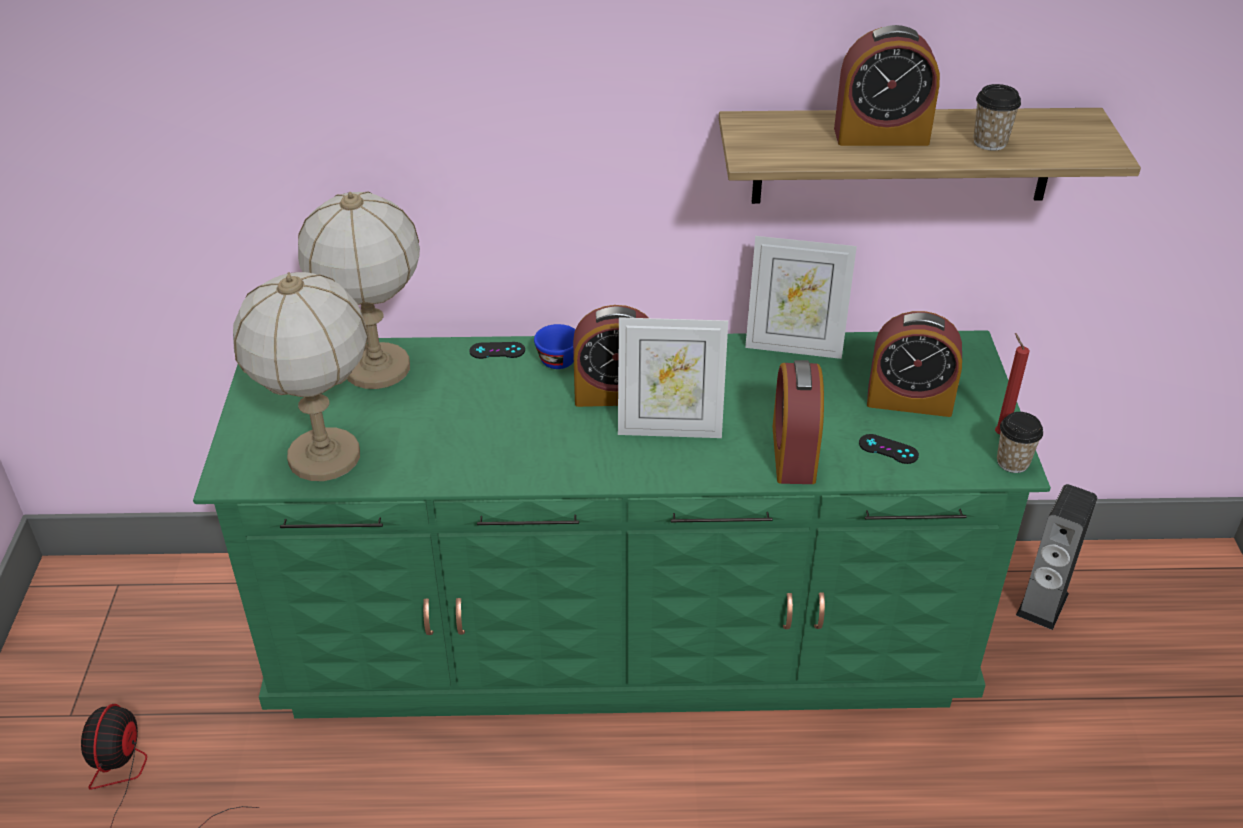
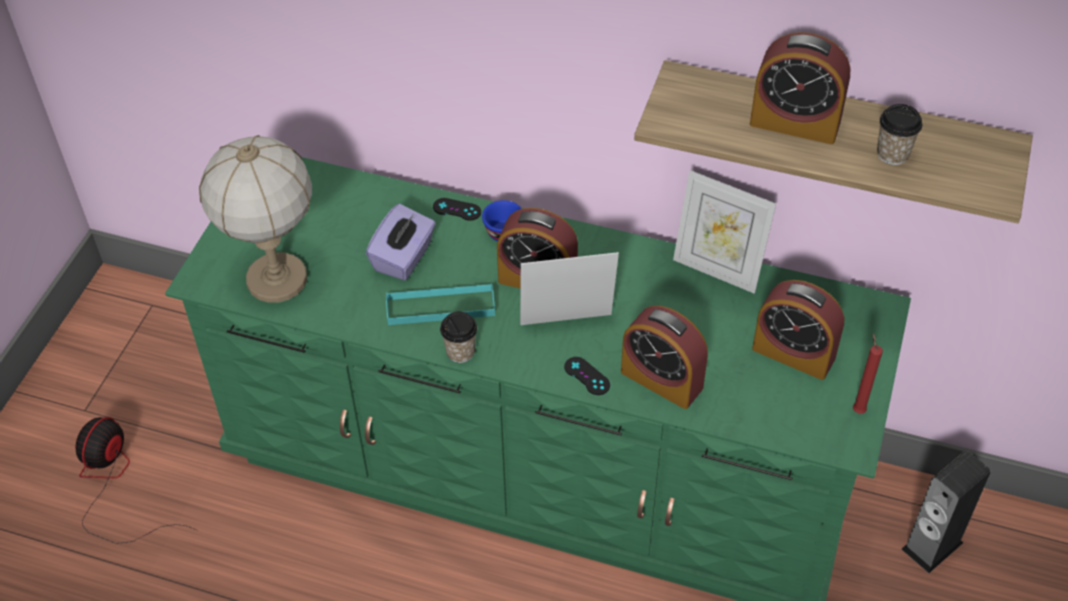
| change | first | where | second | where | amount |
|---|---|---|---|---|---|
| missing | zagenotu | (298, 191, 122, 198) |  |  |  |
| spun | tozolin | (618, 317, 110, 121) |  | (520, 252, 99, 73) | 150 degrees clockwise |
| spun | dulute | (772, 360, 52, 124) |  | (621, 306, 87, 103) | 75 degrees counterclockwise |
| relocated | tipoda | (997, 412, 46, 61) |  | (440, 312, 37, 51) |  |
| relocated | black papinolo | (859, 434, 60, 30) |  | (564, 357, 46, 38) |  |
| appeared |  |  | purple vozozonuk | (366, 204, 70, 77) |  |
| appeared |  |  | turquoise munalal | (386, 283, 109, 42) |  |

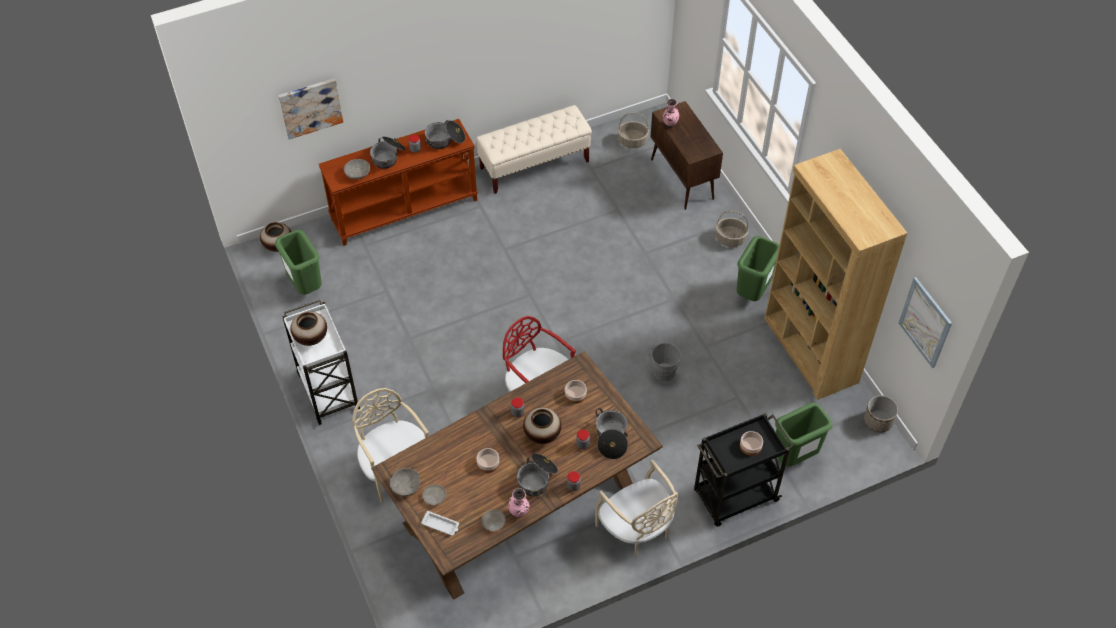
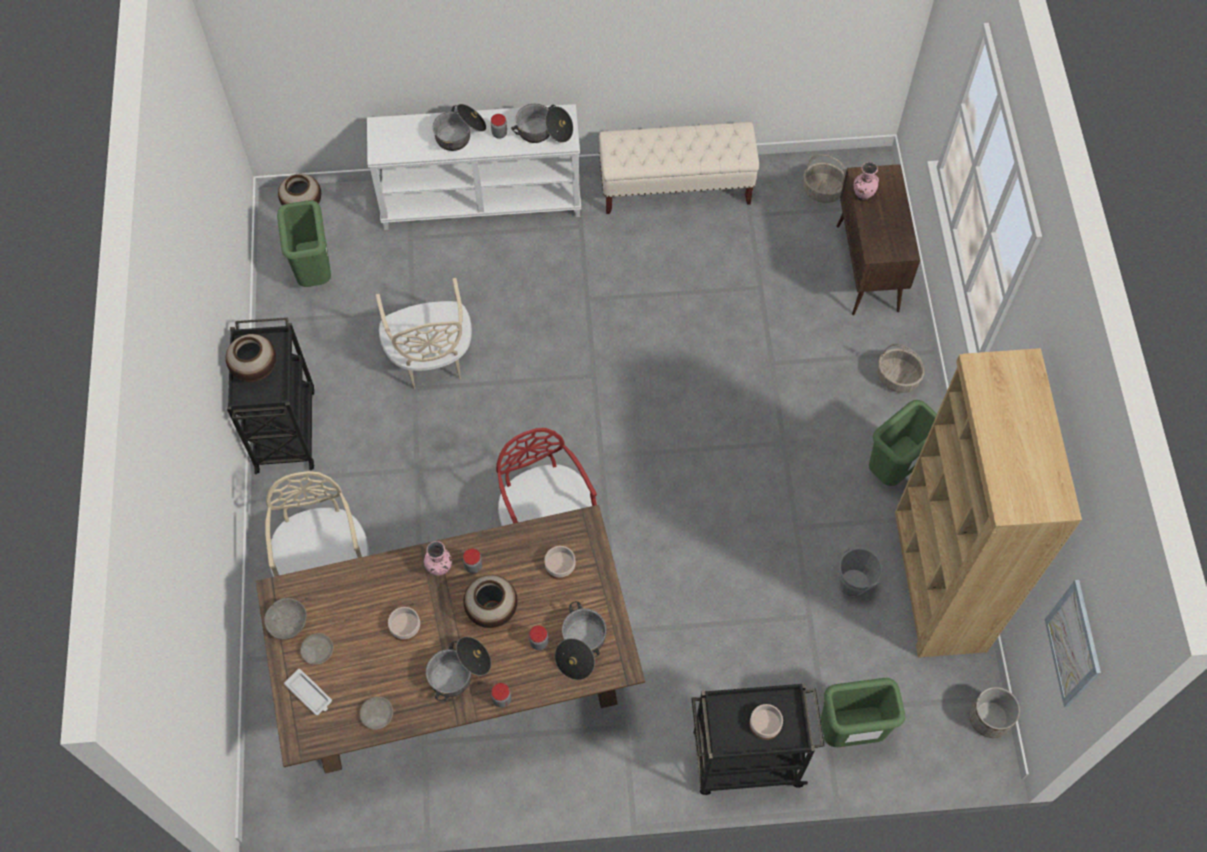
| change | first | where | second | where | amount |
|---|---|---|---|---|---|
| missing | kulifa | (278, 78, 65, 61) |  |  |  |
| colour | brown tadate | (319, 119, 159, 127) | white tadate | (367, 104, 214, 126) |  |
| missing | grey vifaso | (344, 159, 26, 20) |  |  |  |
| colour | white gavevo | (282, 300, 78, 125) | black gavevo | (227, 317, 88, 157) |  |
| relocated | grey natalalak | (647, 343, 34, 39) |  | (831, 548, 51, 51) |  |
| relocated | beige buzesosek | (595, 459, 83, 99) |  | (376, 278, 96, 111) |  |
| relocated | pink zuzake | (508, 488, 21, 30) |  | (424, 541, 28, 35) |  |

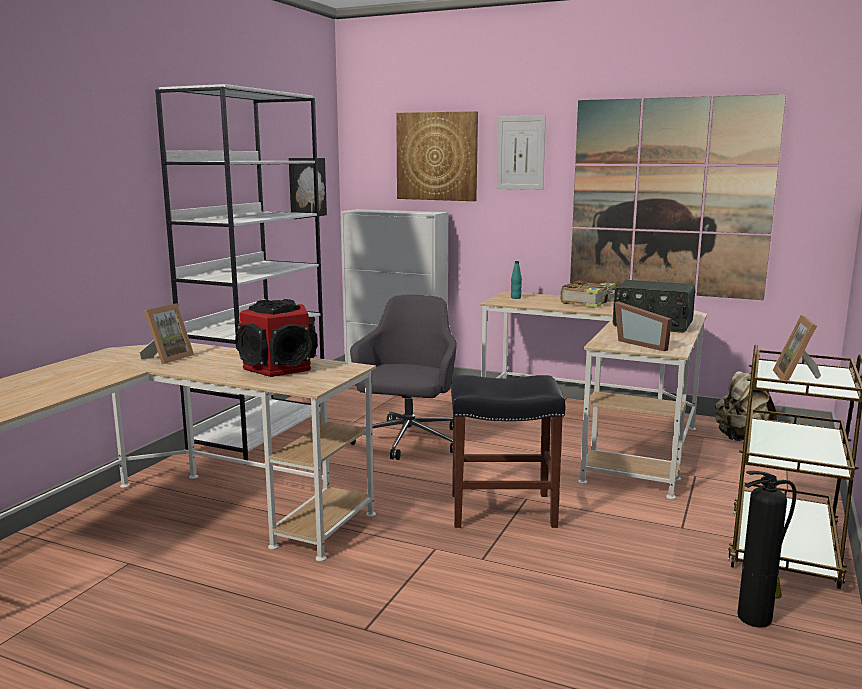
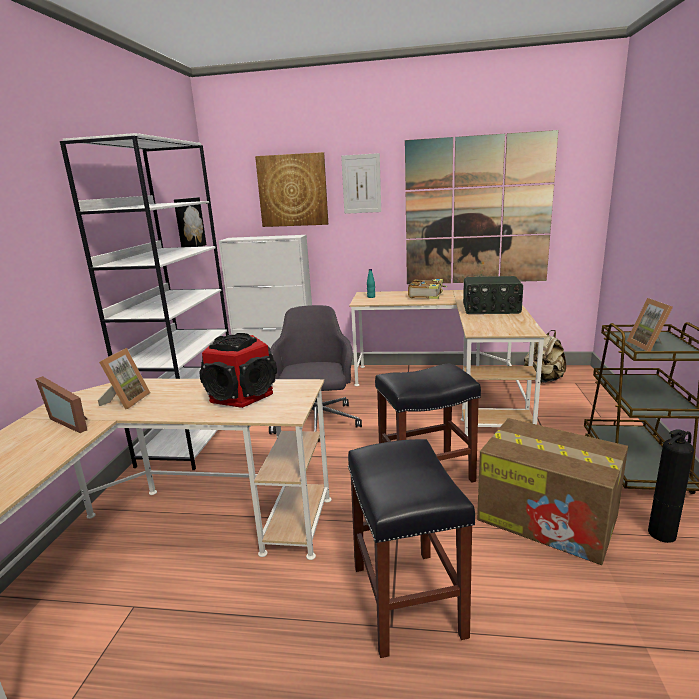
| change | first | where | second | where | amount |
|---|---|---|---|---|---|
| relocated | tozolin | (615, 302, 57, 49) |  | (35, 376, 52, 57) |  |
| appeared |  |  | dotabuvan | (477, 418, 151, 147) |  |
| appeared |  |  | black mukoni | (348, 439, 127, 219) |  |

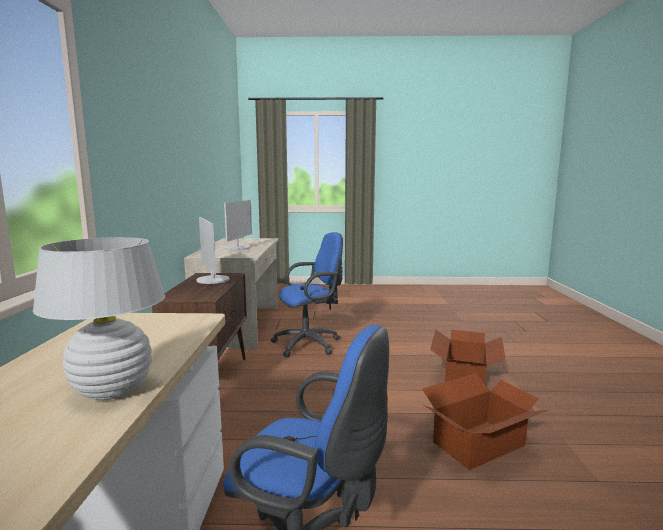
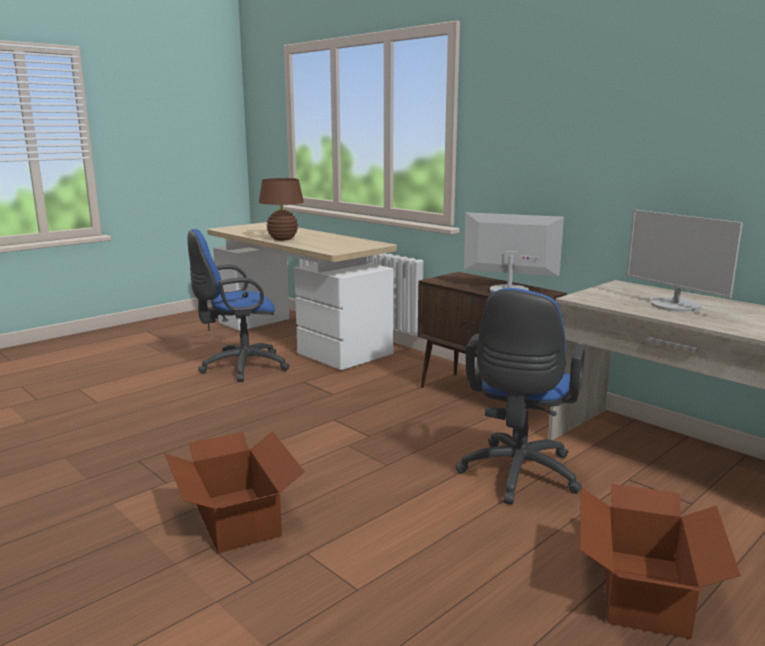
| change | first | where | second | where | amount |
|---|---|---|---|---|---|
| colour | white zagenotu | (33, 237, 132, 163) | brown zagenotu | (259, 178, 45, 63) |  |
| relocated | dotabuvan | (422, 373, 126, 97) |  | (580, 484, 161, 155) |  |

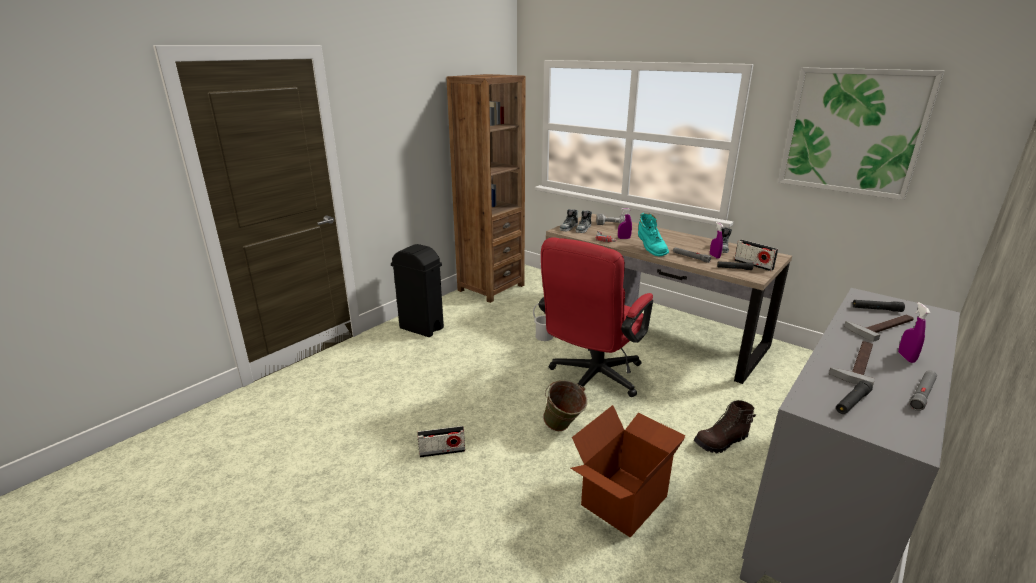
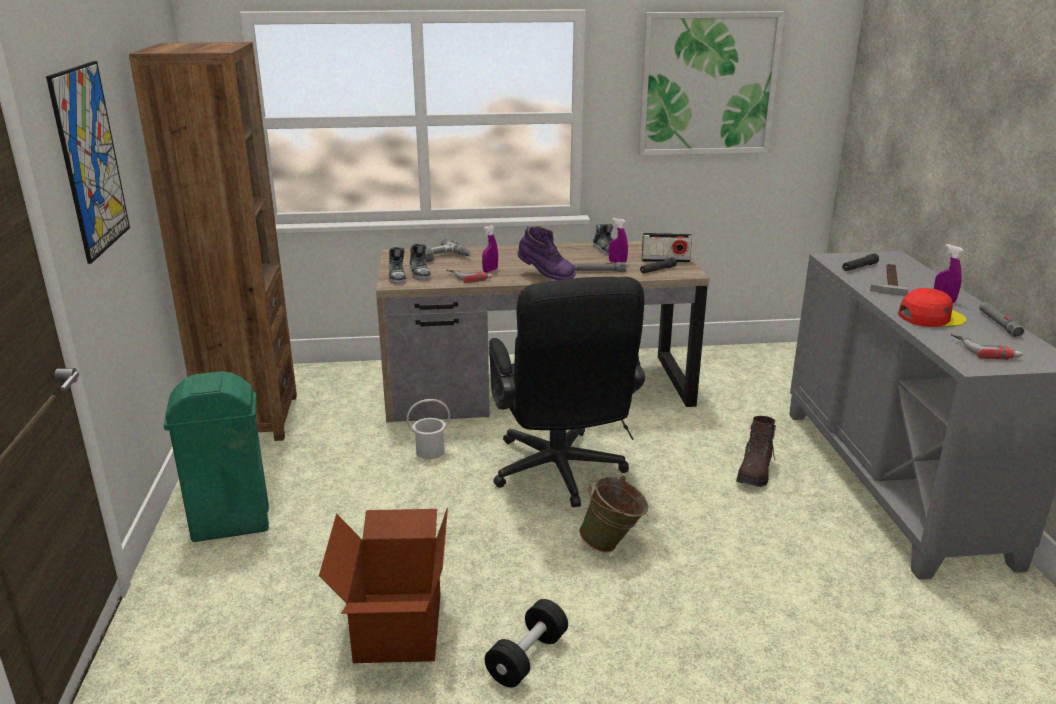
| change | first | where | second | where | amount |
|---|---|---|---|---|---|
| colour | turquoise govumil | (638, 213, 31, 44) | purple govumil | (517, 226, 59, 54) |  |
| colour | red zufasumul | (539, 237, 114, 160) | black zufasumul | (489, 277, 156, 230) |  |
| colour | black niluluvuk | (391, 244, 53, 93) | green niluluvuk | (164, 371, 105, 171) |  |
| exchanged | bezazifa | (829, 341, 46, 45) | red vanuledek | (898, 288, 68, 39) |  |
| exchanged | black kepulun | (836, 380, 37, 34) | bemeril | (951, 334, 72, 25) |  |
| relocated | dotabuvan | (571, 405, 114, 133) |  | (319, 507, 129, 156) |  |
| exchanged | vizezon | (417, 426, 48, 32) | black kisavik | (485, 599, 83, 89) |  |
| appeared |  |  | kulifa | (46, 61, 84, 203) |  |

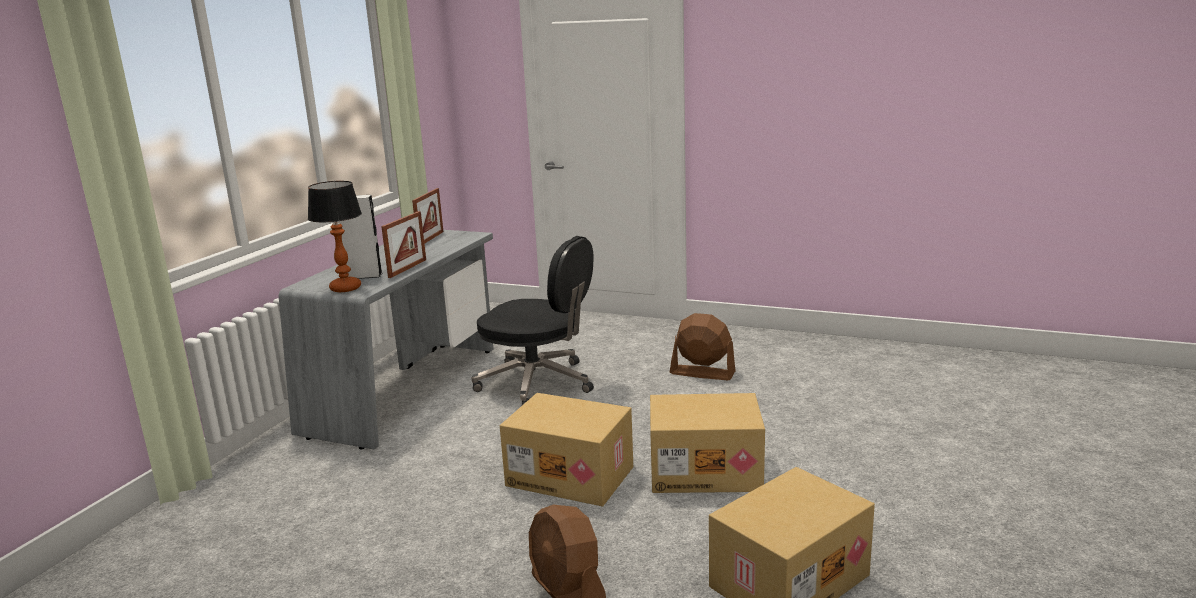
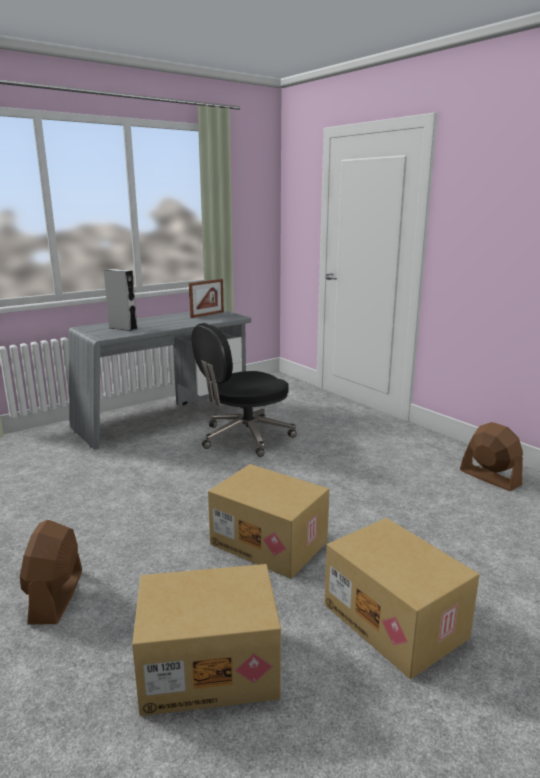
| change | first | where | second | where | amount |
|---|---|---|---|---|---|
| missing | zagenotu | (308, 181, 54, 111) |  |  |  |
| missing | tozolin | (381, 211, 45, 67) |  |  |  |
| spun | black zufasumul | (472, 236, 122, 169) |  | (192, 323, 104, 134) | 90 degrees clockwise |
| relocated | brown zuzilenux | (670, 313, 66, 67) |  | (460, 422, 63, 69) |  |
| relocated | dotabuvan | (500, 393, 133, 114) |  | (324, 518, 156, 161) |  |

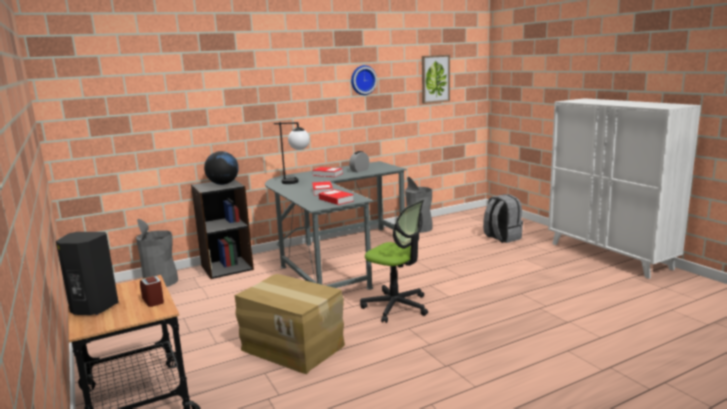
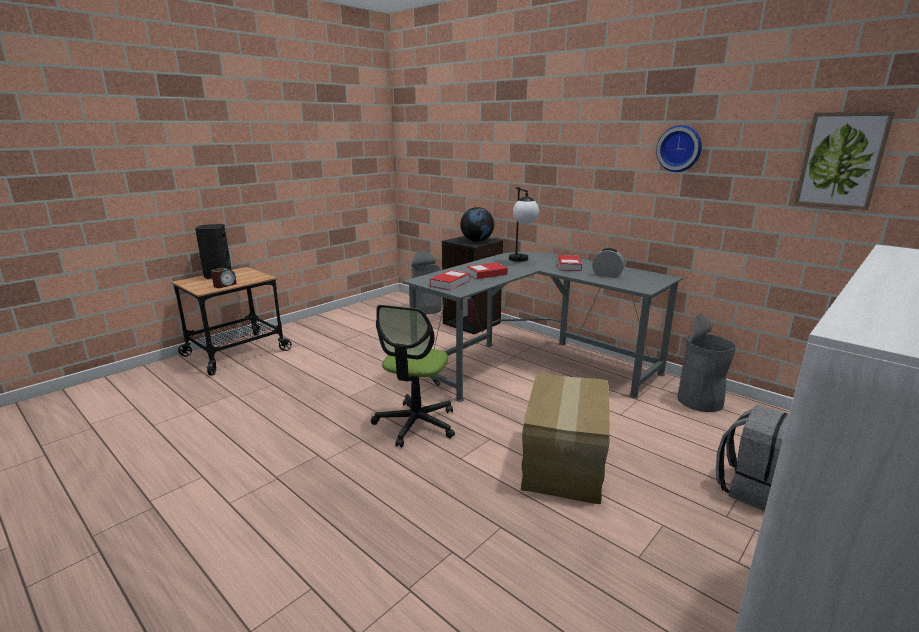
| change | first | where | second | where | amount |
|---|---|---|---|---|---|
| relocated | dotabuvan | (235, 274, 110, 100) |  | (521, 373, 89, 131) |  |

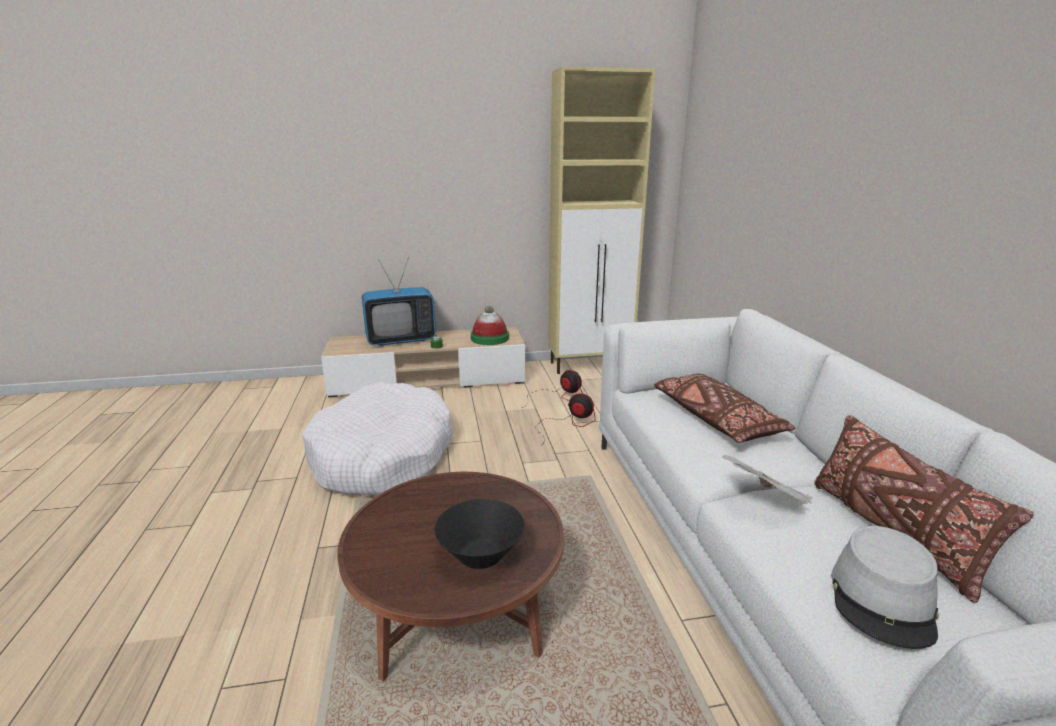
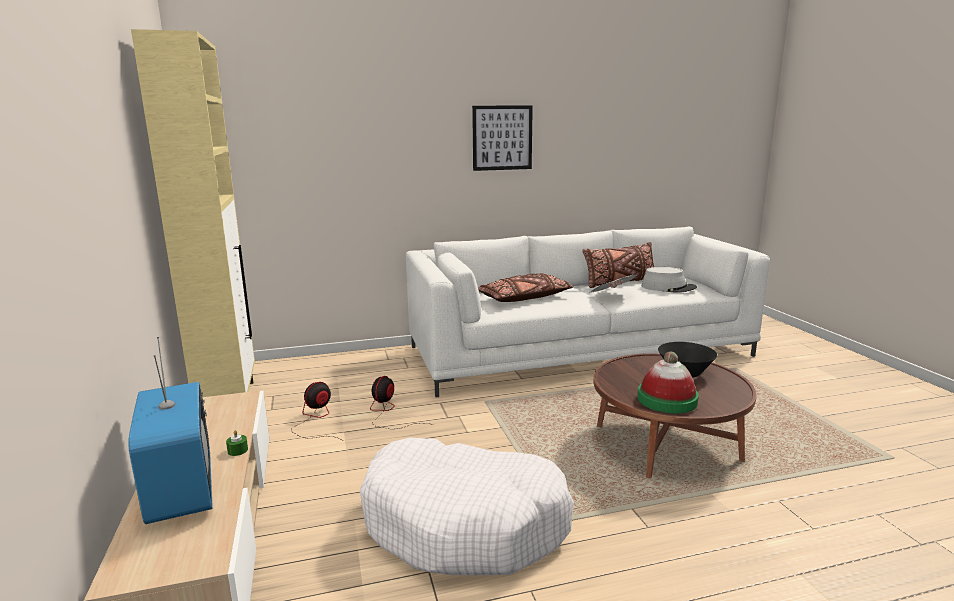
| change | first | where | second | where | amount |
|---|---|---|---|---|---|
| relocated | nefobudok | (471, 306, 38, 39) |  | (637, 352, 62, 62) |  |
| appeared |  |  | kulifa | (472, 105, 61, 66) |  |

